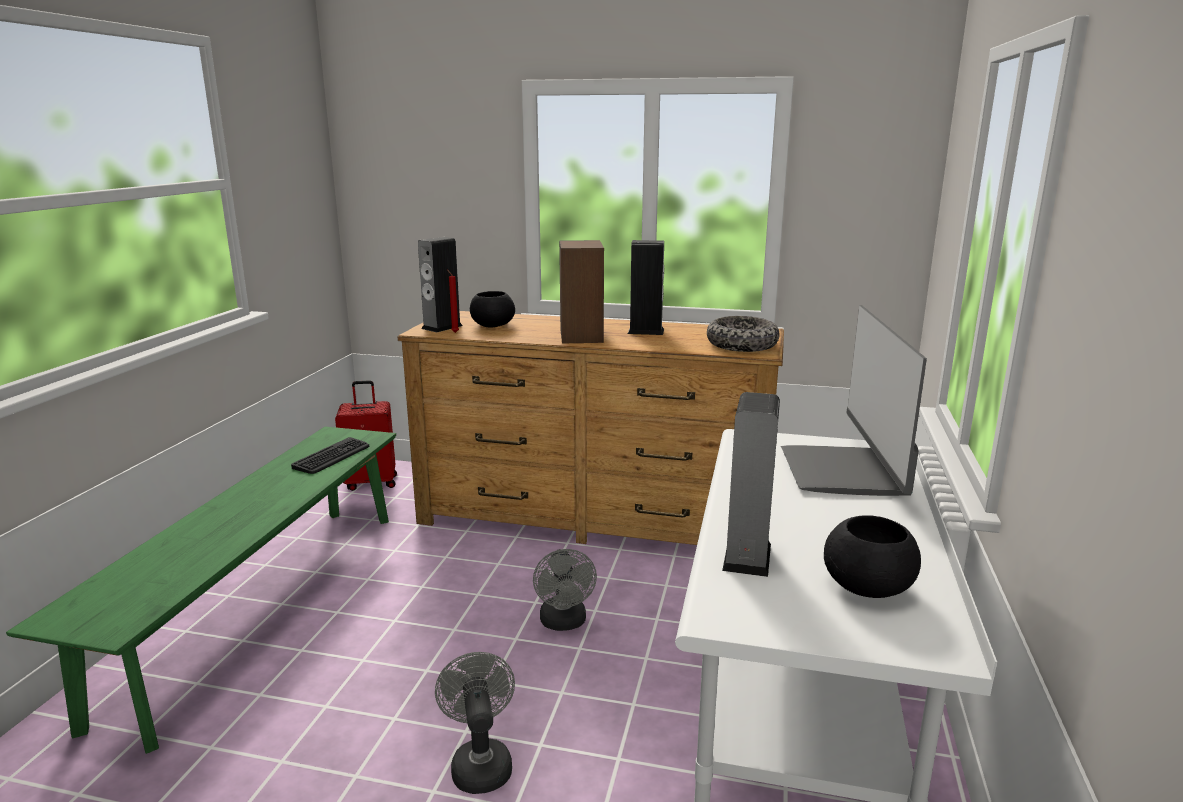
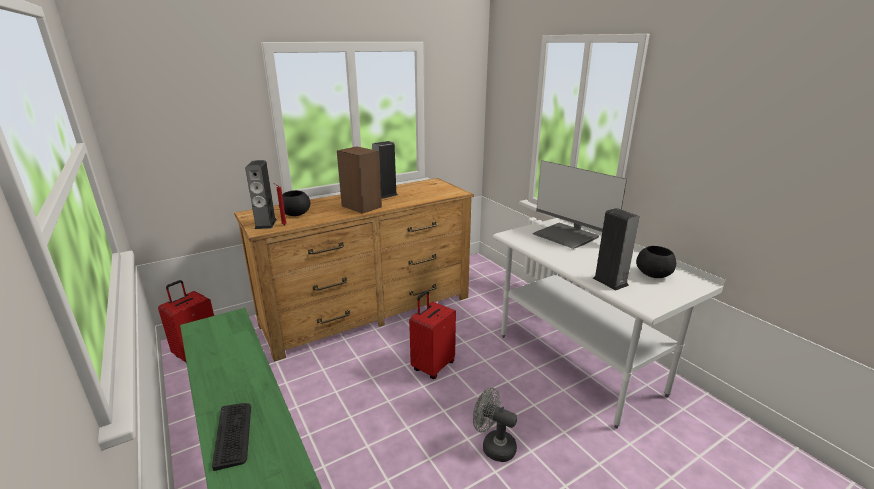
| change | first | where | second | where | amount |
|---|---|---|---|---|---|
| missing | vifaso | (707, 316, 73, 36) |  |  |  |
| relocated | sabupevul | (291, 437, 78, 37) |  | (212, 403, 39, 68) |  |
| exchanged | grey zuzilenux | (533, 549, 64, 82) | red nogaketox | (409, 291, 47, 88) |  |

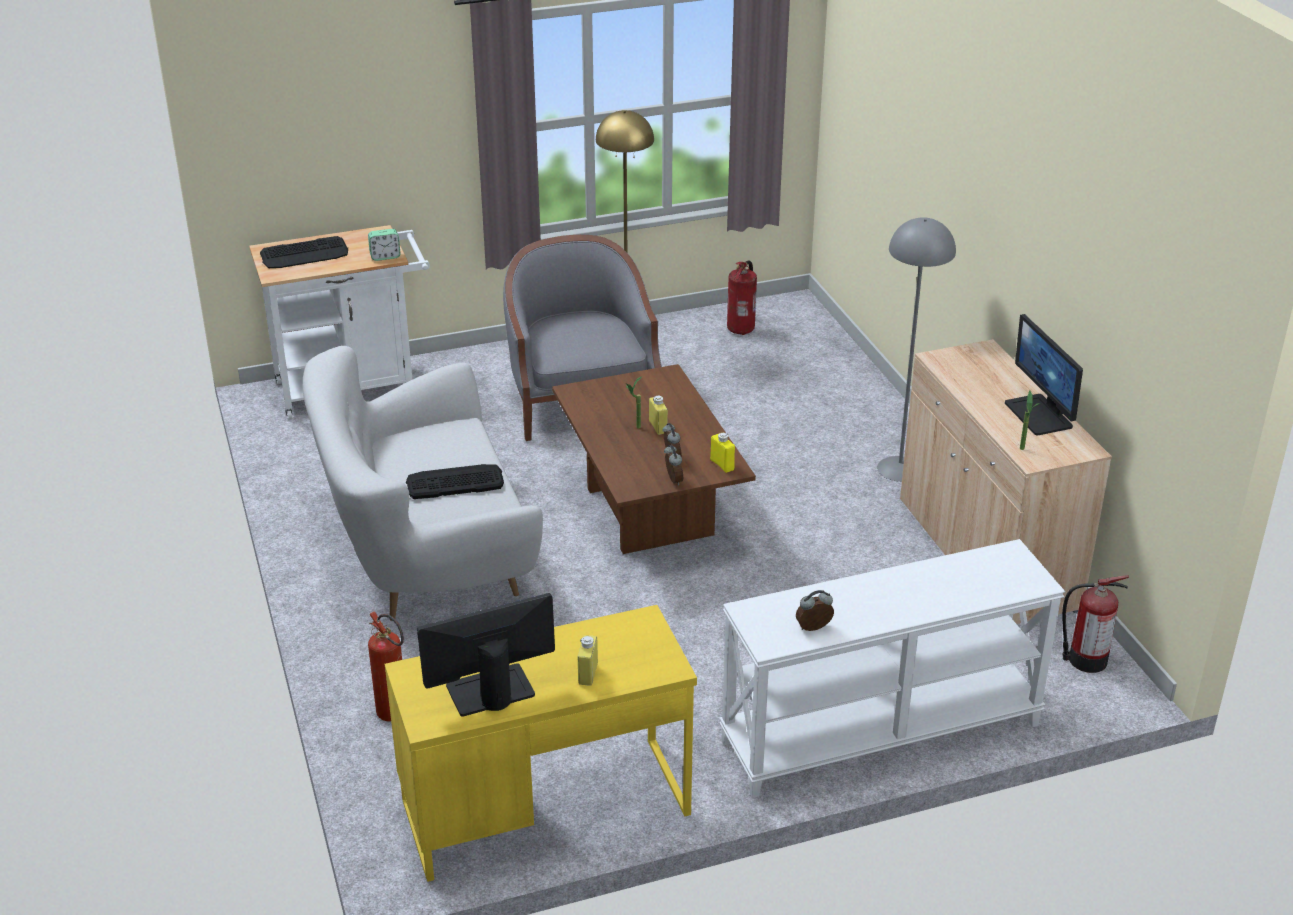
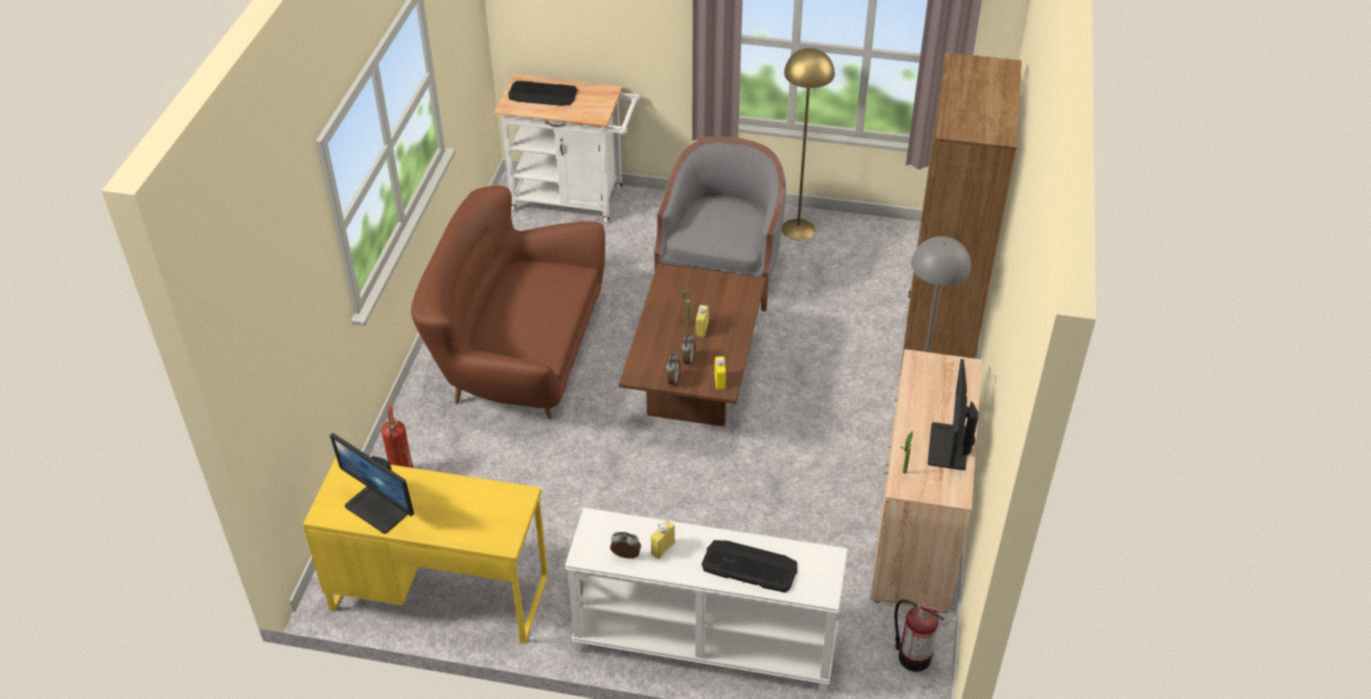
| change | first | where | second | where | amount |
|---|---|---|---|---|---|
| missing | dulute | (368, 229, 33, 32) |  |  |  |
| missing | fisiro | (727, 260, 30, 75) |  |  |  |
| colour | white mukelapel | (303, 346, 240, 275) | brown mukelapel | (411, 185, 194, 234) |  |
| relocated | sabupevul | (406, 464, 98, 35) |  | (702, 540, 95, 53) |  |
| spun | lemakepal | (417, 593, 138, 123) |  | (330, 433, 84, 101) | 150 degrees counterclockwise |
| relocated | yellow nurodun | (578, 635, 20, 51) |  | (651, 521, 24, 38) |  |
| appeared |  |  | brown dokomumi | (900, 52, 122, 323) |  |

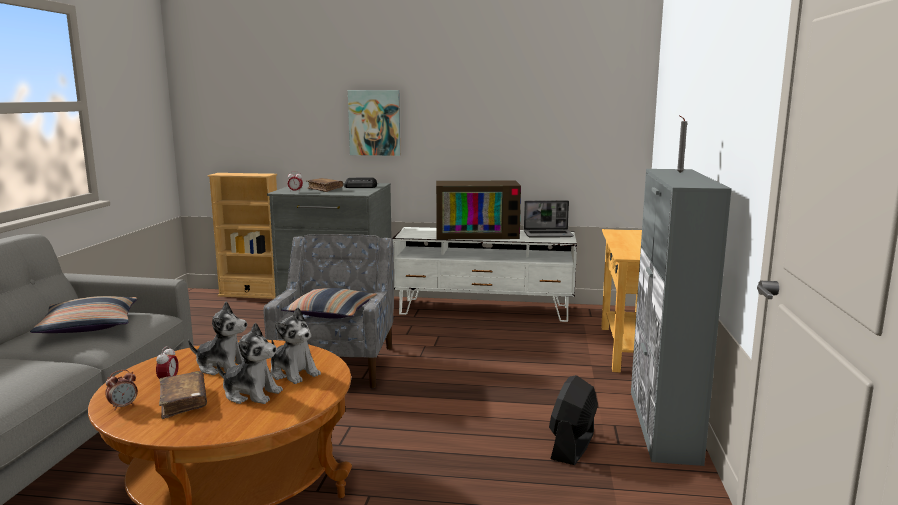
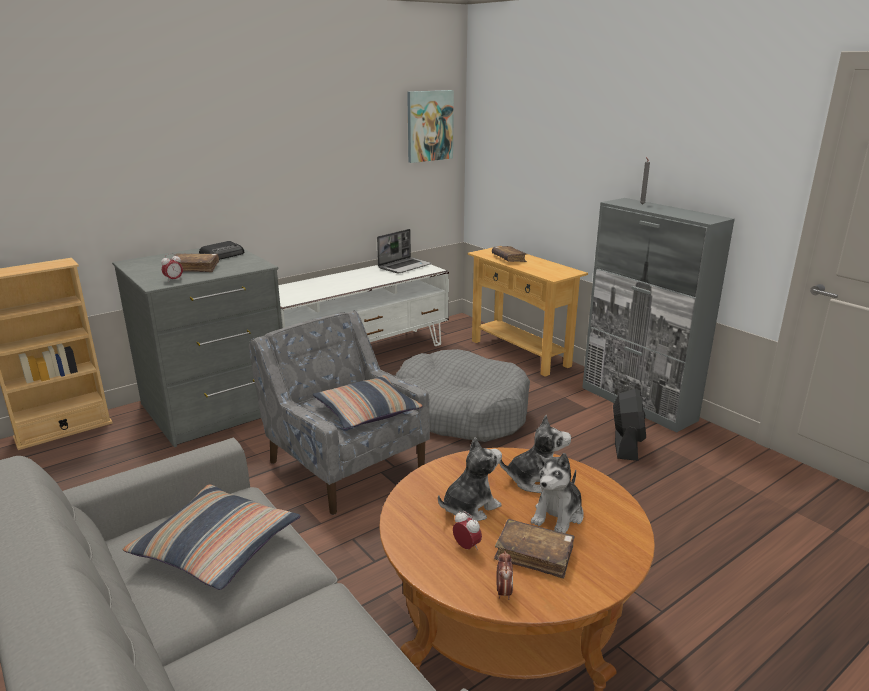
| change | first | where | second | where | amount |
|---|---|---|---|---|---|
| relocated | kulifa | (348, 90, 52, 66) |  | (407, 90, 47, 73) |  |
| missing | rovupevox | (436, 181, 85, 58) |  |  |  |
| spun | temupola | (216, 323, 67, 81) |  | (531, 453, 53, 80) | 150 degrees clockwise |
| spun | black zuzilenux | (549, 375, 49, 90) |  | (613, 389, 33, 72) | 150 degrees counterclockwise |
| appeared |  |  | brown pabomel | (492, 246, 35, 16) |  |
| appeared |  |  | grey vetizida | (396, 349, 134, 93) |  |

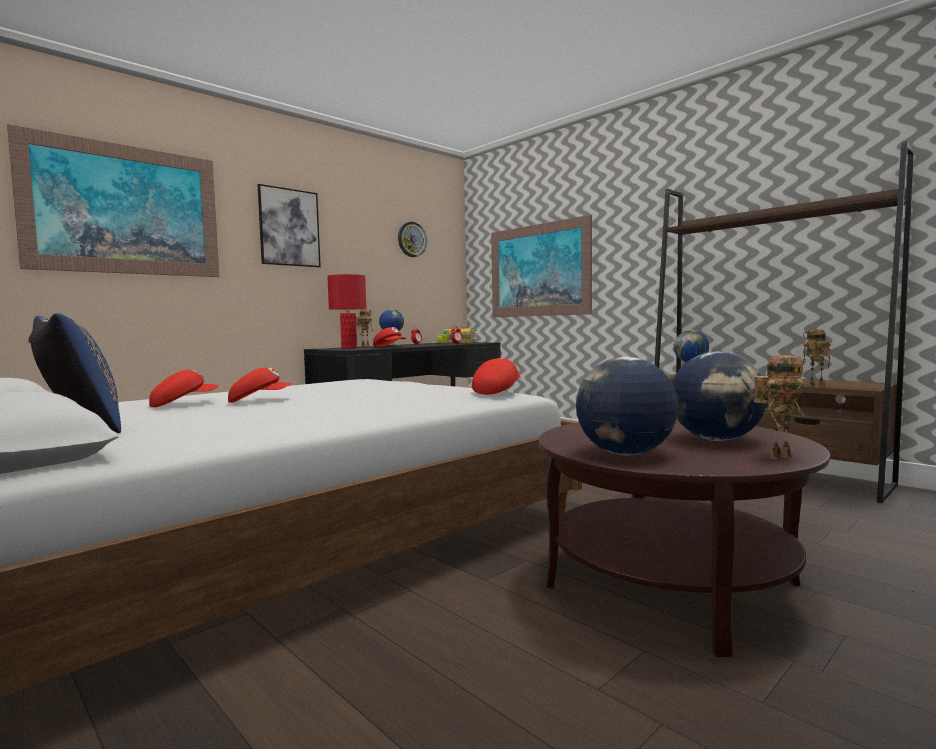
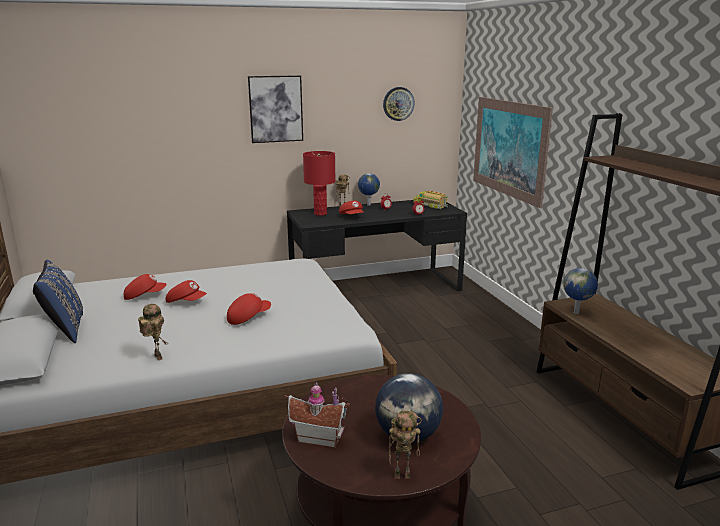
| change | first | where | second | where | amount |
|---|---|---|---|---|---|
| missing | kulifa | (7, 124, 213, 153) |  |  |  |
| relocated | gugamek | (803, 329, 28, 57) |  | (138, 304, 30, 57) |  |
| exchanged | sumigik | (576, 357, 102, 98) | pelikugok | (284, 382, 66, 66) |  |
| relocated | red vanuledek | (472, 358, 49, 37) |  | (227, 293, 44, 32) |  |

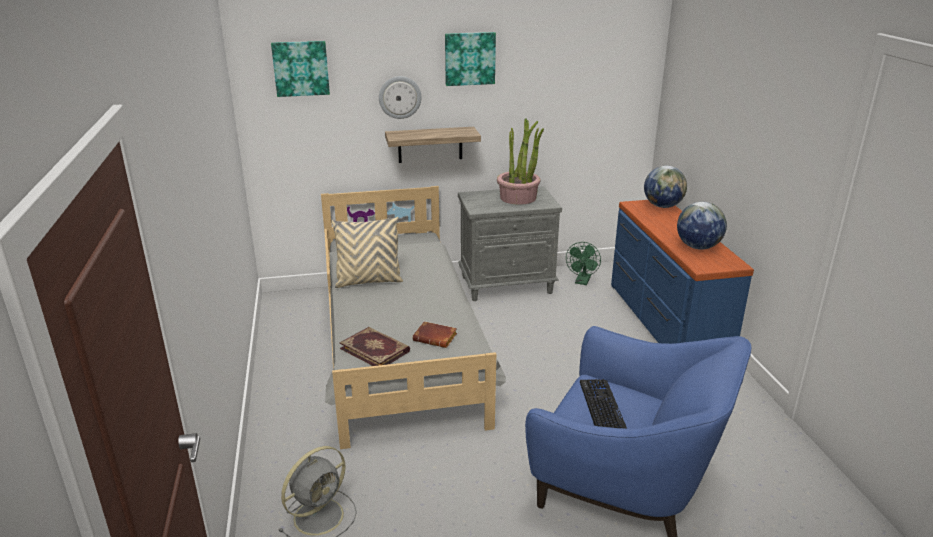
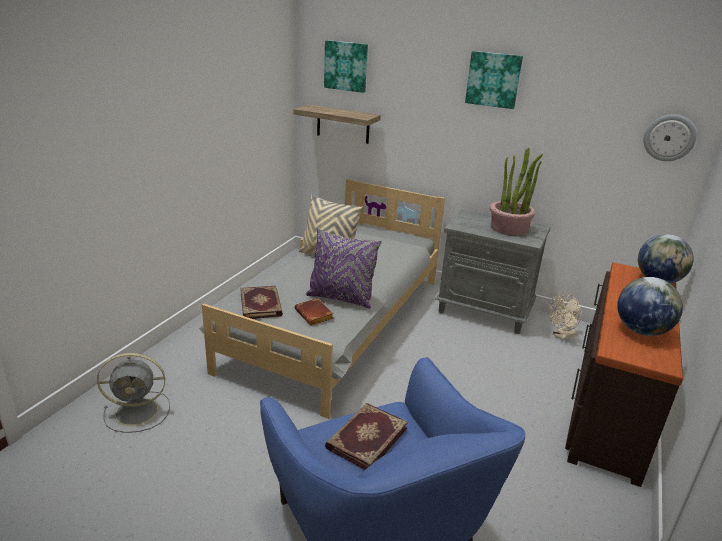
| change | first | where | second | where | amount |
|---|---|---|---|---|---|
| relocated | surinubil | (379, 76, 43, 43) |  | (644, 115, 53, 46) |  |
| relocated | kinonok | (385, 127, 96, 36) |  | (293, 105, 88, 39) |  |
| colour | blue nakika | (611, 200, 143, 144) | brown nakika | (565, 262, 118, 225) |  |
| colour | green zuzilenux | (566, 242, 35, 43) | beige zuzilenux | (548, 293, 34, 47) |  |
| exchanged | sabupevul | (580, 379, 47, 49) | pabomel | (325, 403, 83, 67) |  |
| appeared |  |  | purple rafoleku | (306, 228, 76, 80) |  |

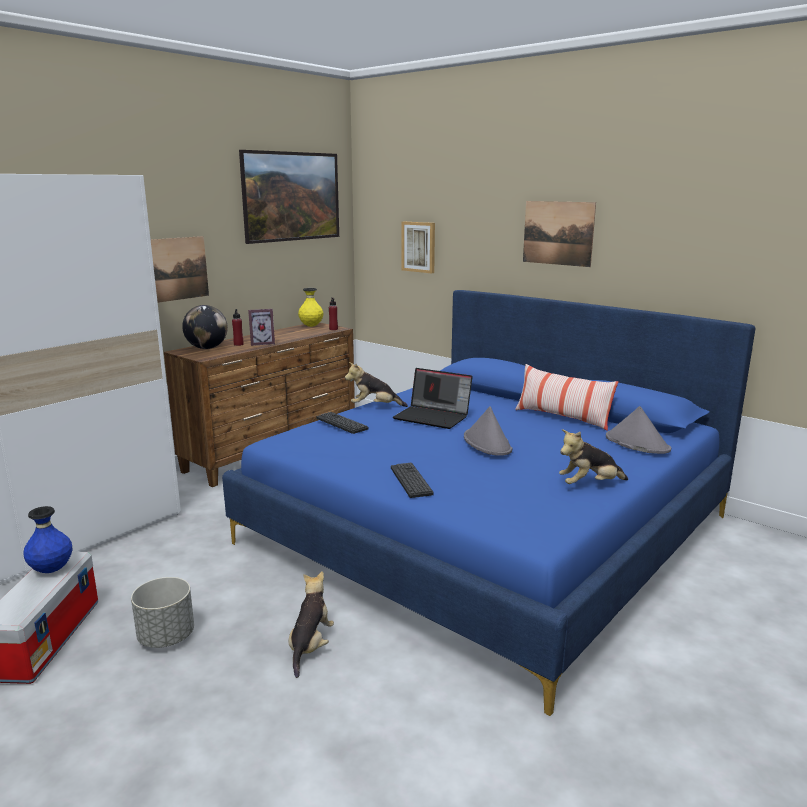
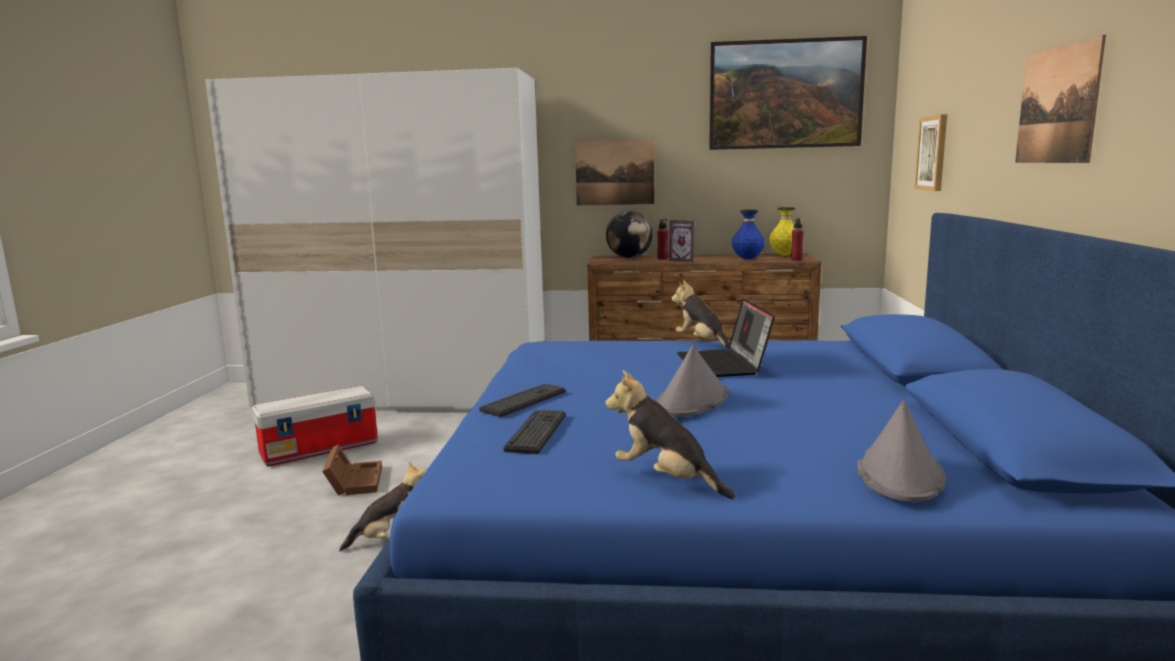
| change | first | where | second | where | amount |
|---|---|---|---|---|---|
| missing | rafoleku | (515, 364, 103, 67) |  |  |  |
| relocated | sabupevul | (316, 412, 52, 22) |  | (503, 410, 63, 44) |  |
| relocated | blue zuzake | (23, 506, 49, 67) |  | (732, 209, 33, 50) |  |
| exchanged | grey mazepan | (131, 577, 63, 71) | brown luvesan | (322, 445, 60, 51) |  |

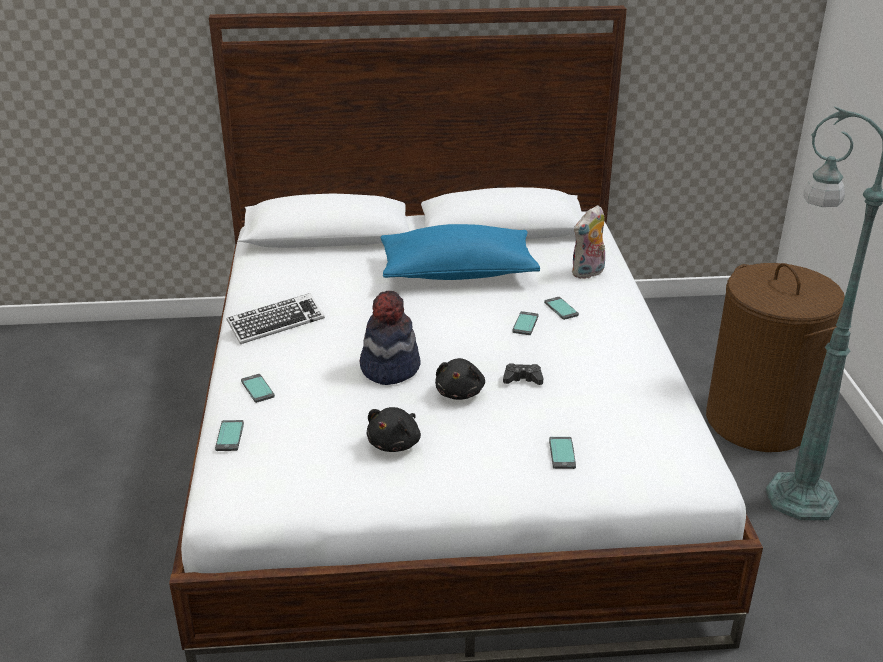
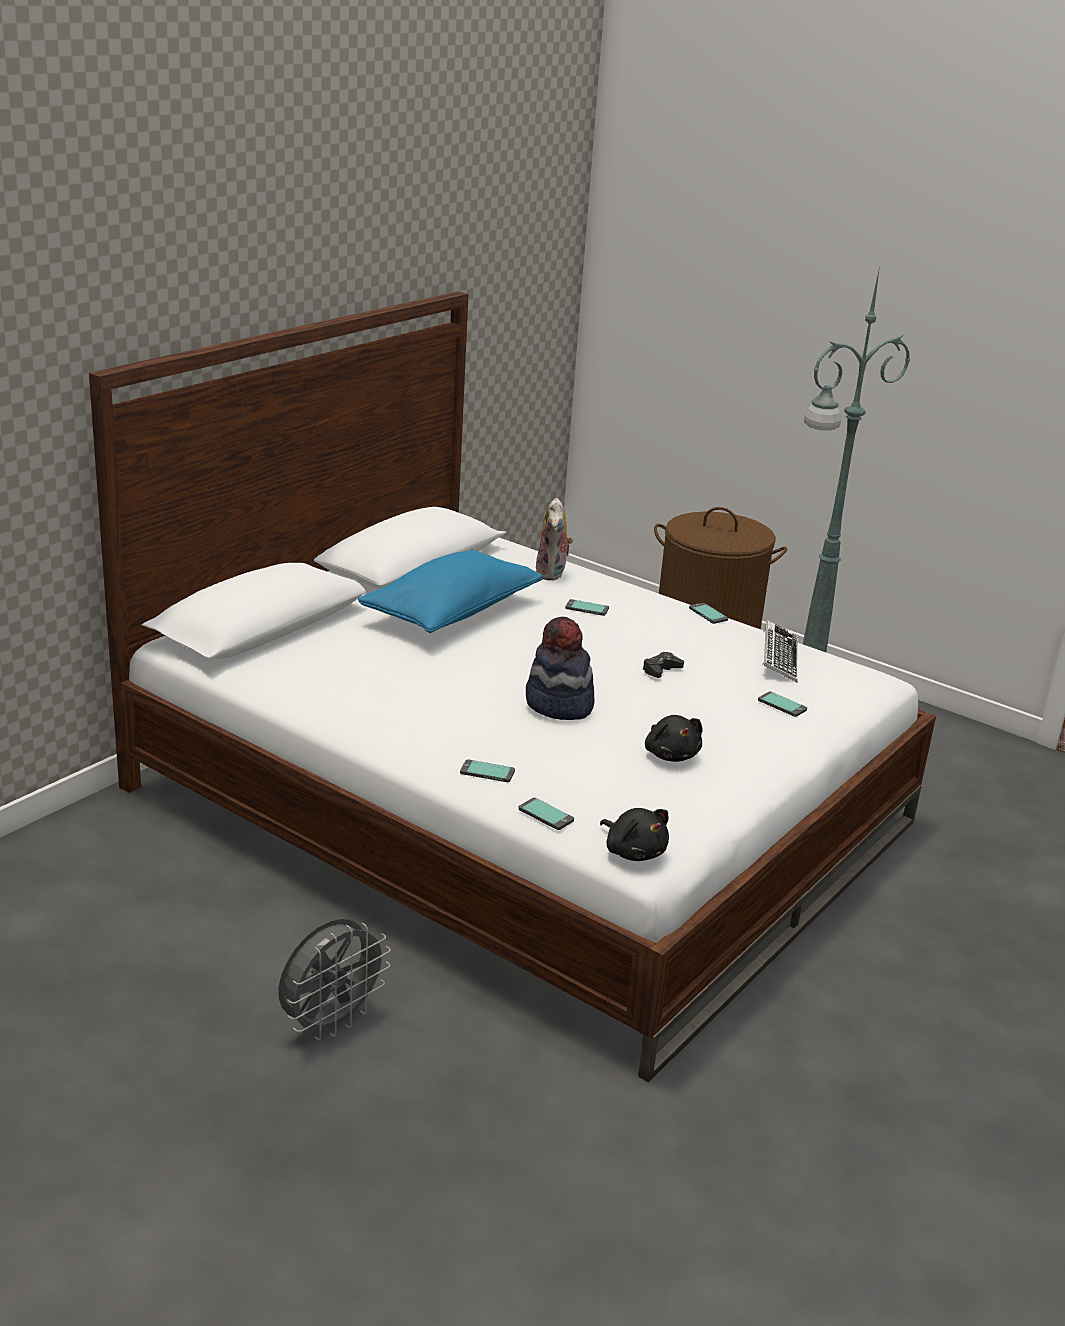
| change | first | where | second | where | amount |
|---|---|---|---|---|---|
| relocated | sabupevul | (227, 293, 98, 51) |  | (762, 620, 36, 62) |  |
| relocated | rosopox | (512, 311, 27, 24) |  | (689, 603, 39, 21) |  |
| relocated | black temupola | (435, 358, 50, 42) |  | (600, 808, 69, 53) |  |
| appeared |  |  | grey zuzilenux | (279, 918, 112, 123) |  |

